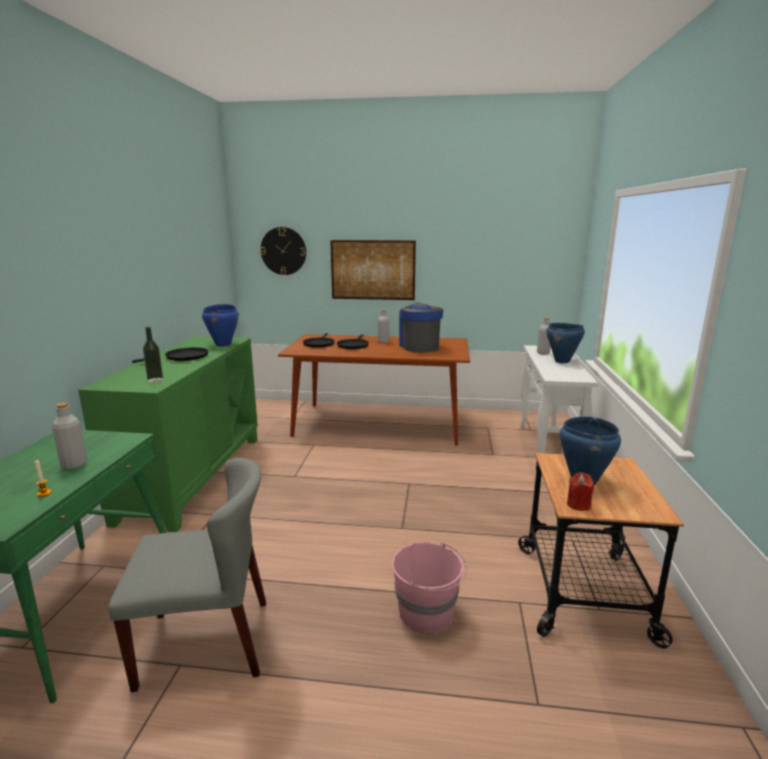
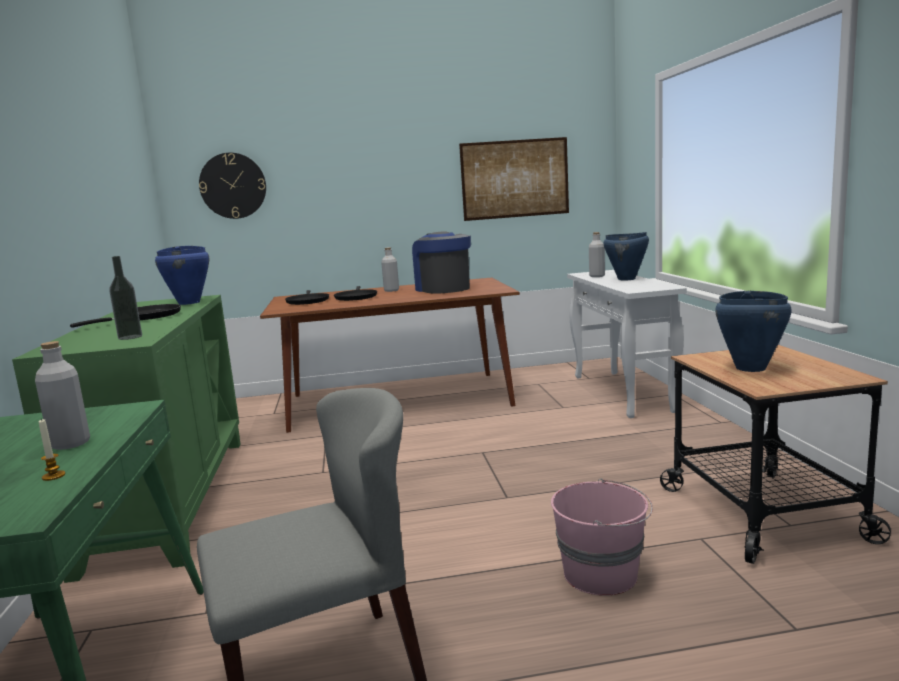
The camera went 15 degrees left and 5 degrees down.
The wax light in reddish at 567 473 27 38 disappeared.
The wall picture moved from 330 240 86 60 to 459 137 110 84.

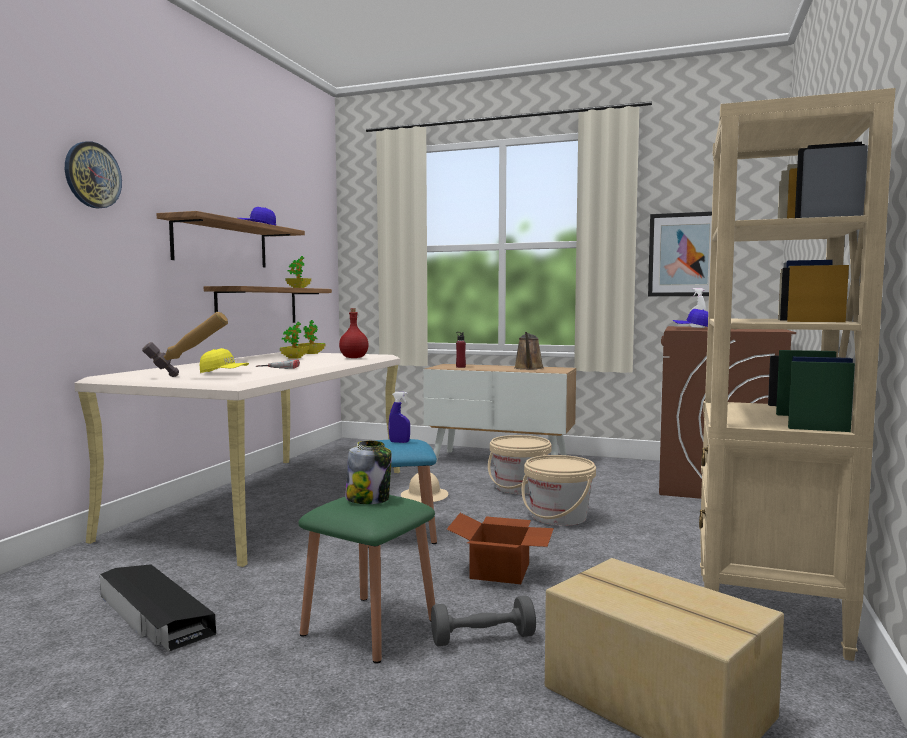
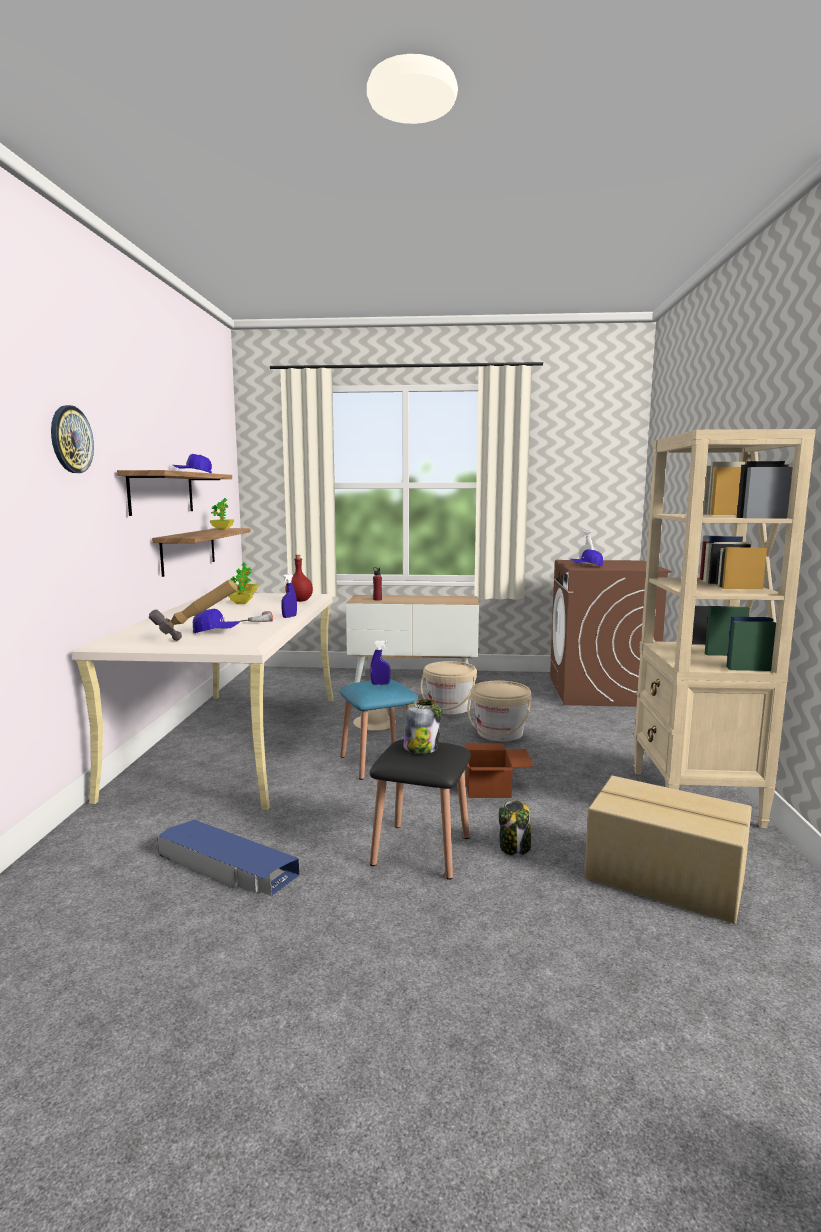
The camera went 15 degrees left and 5 degrees up.
The sprinkling can in brownish at 514 332 30 38 disappeared.
The wall picture at 648 211 64 85 disappeared.
The hand sprayer in blue-coloured at 281 574 16 44 appeared.
The free weight in greyish at 431 595 105 52 was replaced by the storage jar at 499 800 32 56.
The storage bin in black-coloured at 100 564 116 87 became the storage bin in blue-coloured at 158 820 141 76.
The cap in yellowish at 200 348 49 25 became the cap in blue-coloured at 193 609 47 24.
The sitting stool in greenish at 298 495 137 169 became the sitting stool in black-coloured at 370 739 101 141.

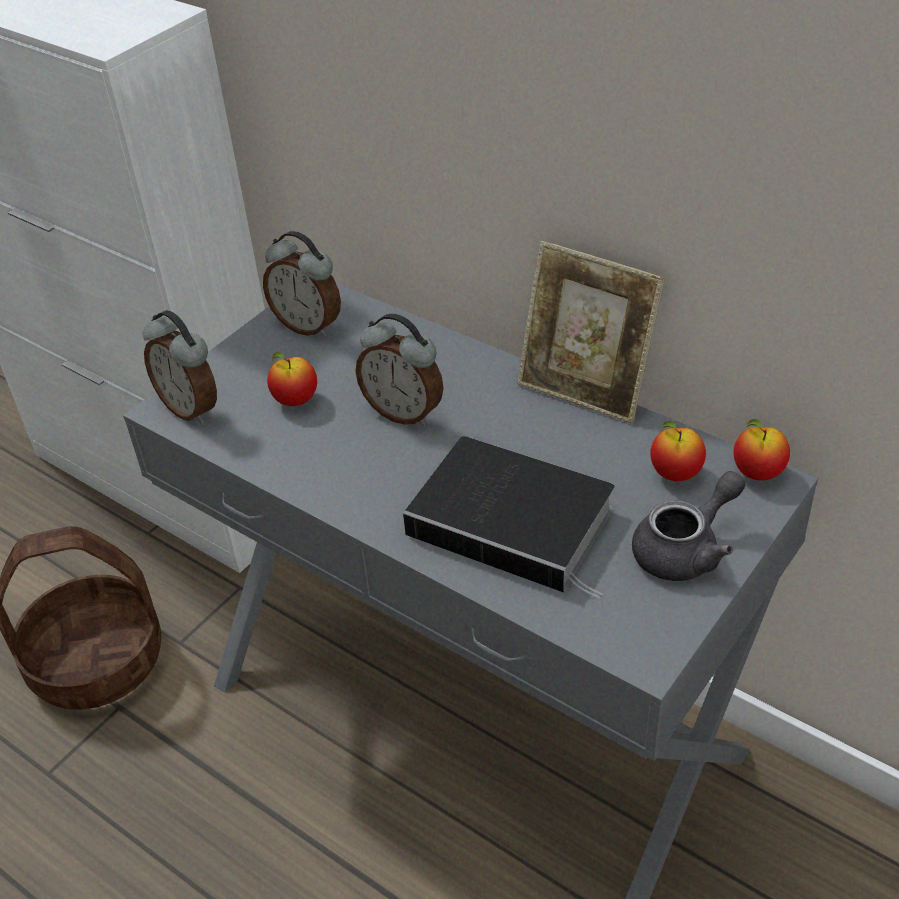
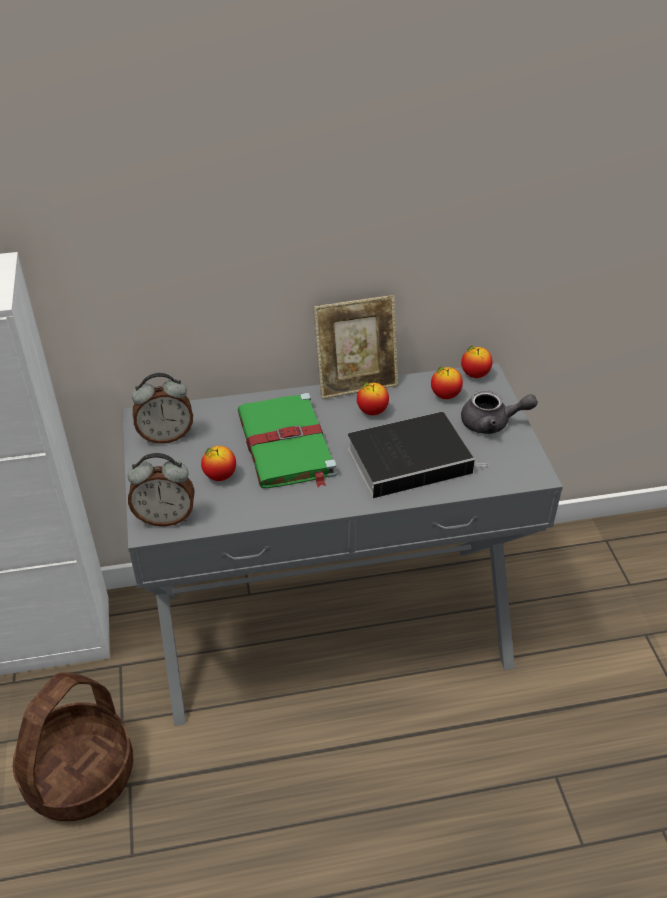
The camera went 50 degrees left and 0 degrees up.
The whole apple at 357 382 32 33 appeared.
The table clock at 356 313 88 113 was replaced by the volume in greenish at 237 393 100 95.
The pot for tea in greyish at 632 471 113 110 turned 90 degrees clockwise.

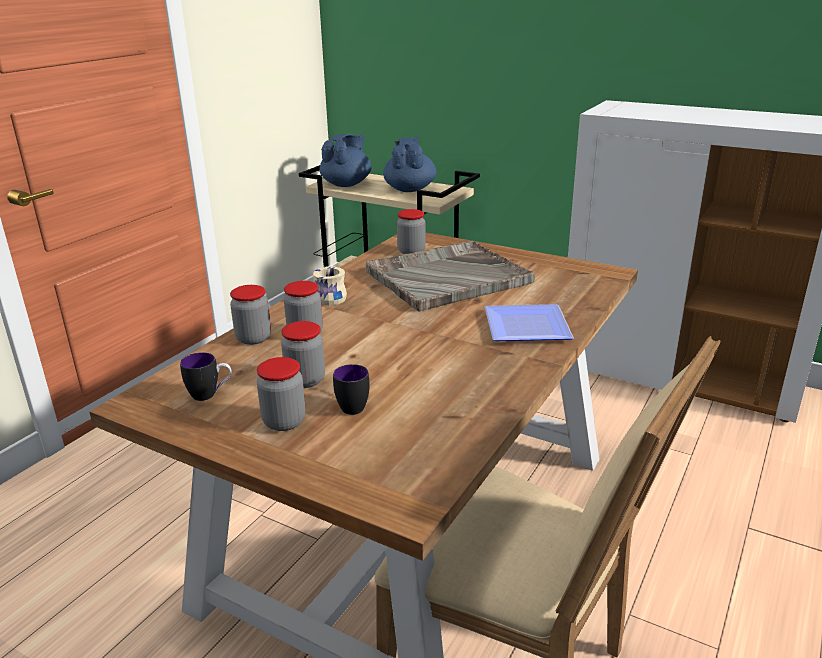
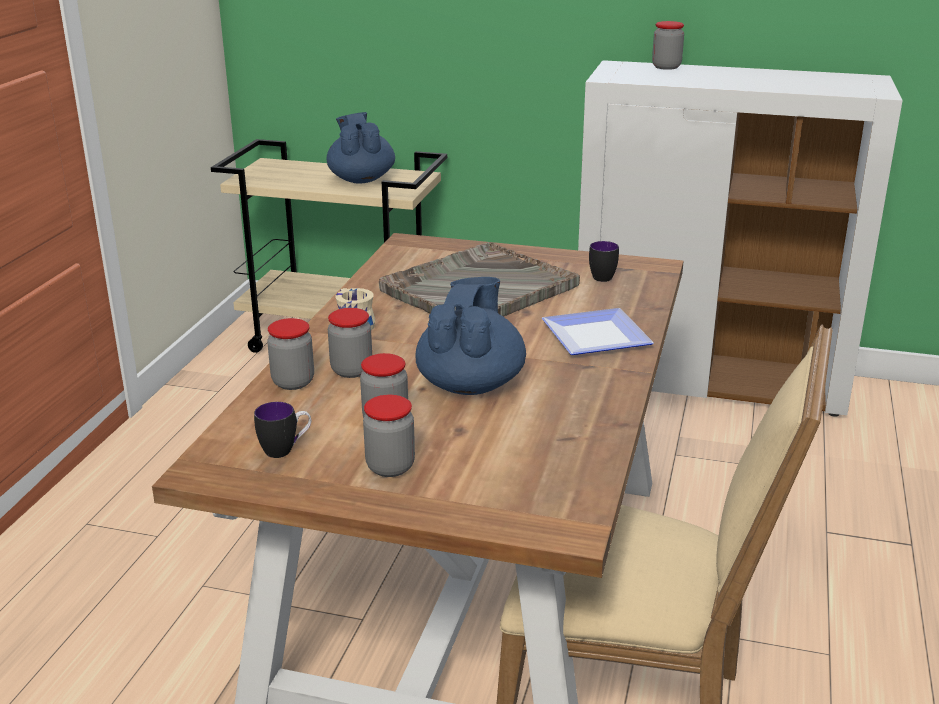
The camera went 15 degrees left and 0 degrees up.
The pot for tea in blue-coloured moved from 320 134 51 53 to 416 277 110 118.
The tea mug moved from 333 364 37 51 to 589 241 30 41.
The storage jar moved from 397 209 29 45 to 652 21 32 49.

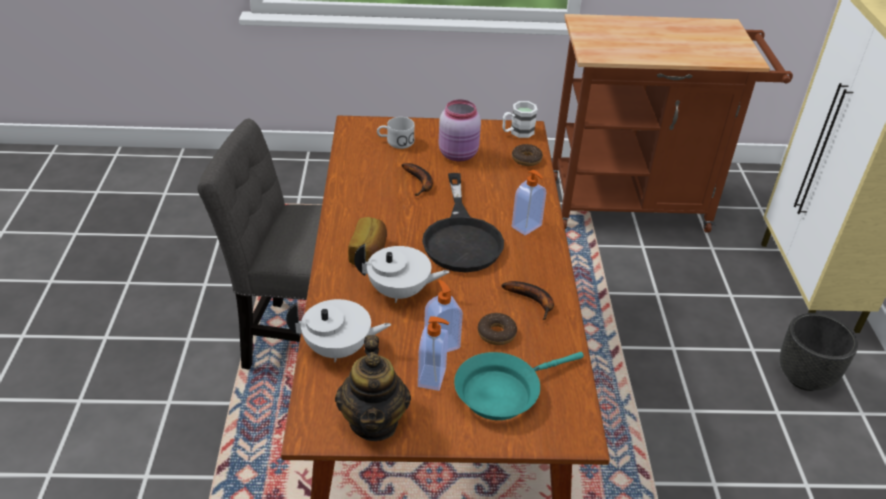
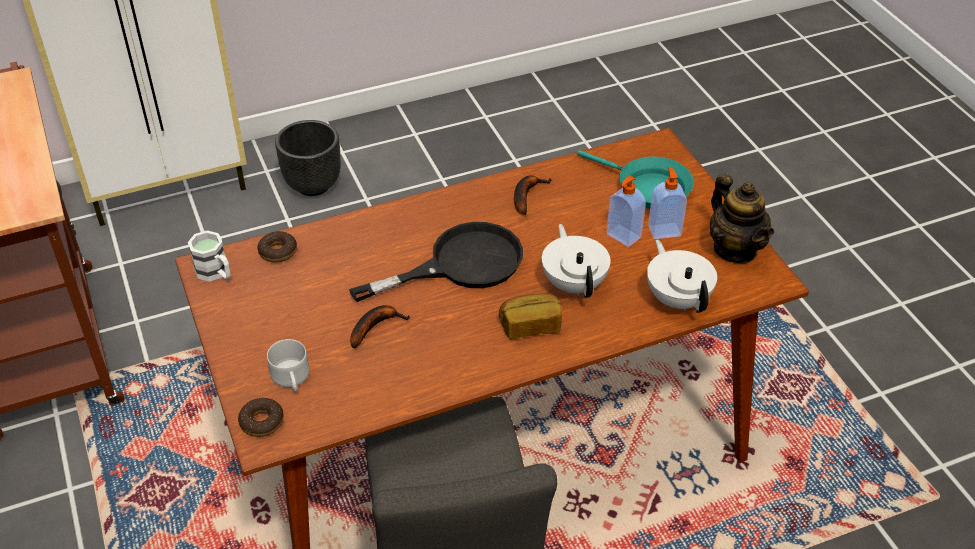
The camera went 110 degrees left and 5 degrees up.
The storage jar in pink at 438 100 43 61 disappeared.
The liquid soap bottle at 512 170 34 65 disappeared.
The ring doughnut moved from 478 313 39 32 to 238 398 46 39.
The pot for tea at 335 335 76 106 turned 90 degrees clockwise.

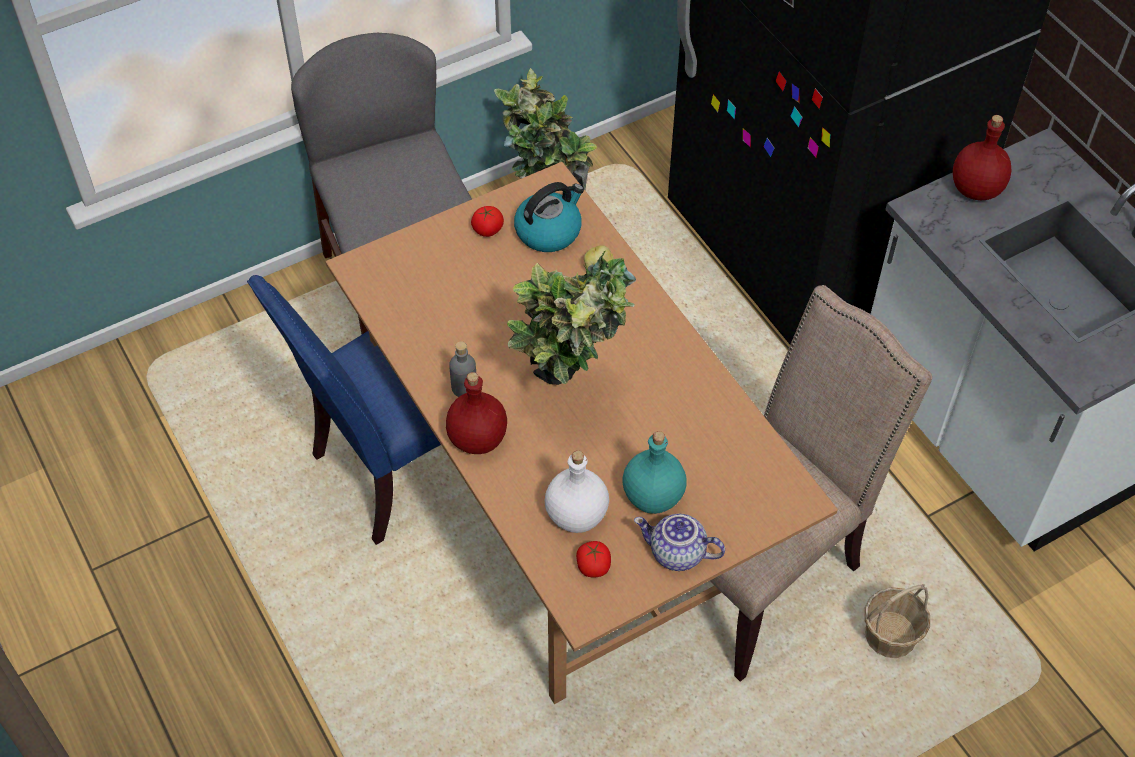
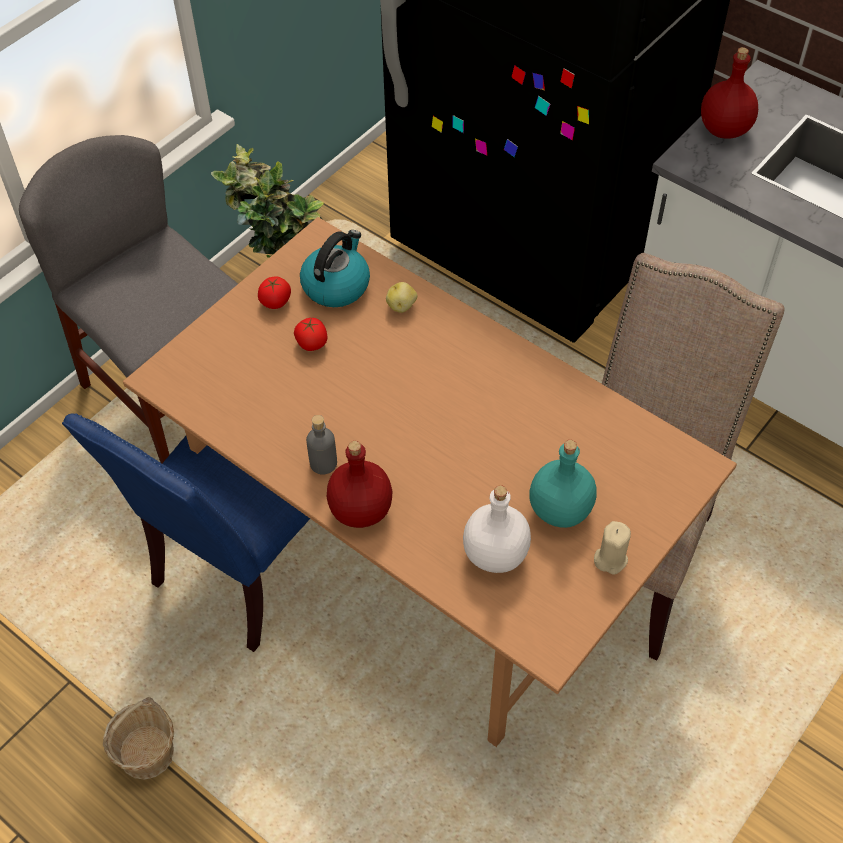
The camera went 20 degrees left and 0 degrees up.
The houseplant at 507 251 129 134 disappeared.
The tomato moved from 576 541 35 37 to 294 317 33 34.
The household basket moved from 864 584 66 74 to 103 697 71 83.
The pot for tea at 634 514 91 57 was replaced by the wax light in beige at 594 521 37 54.

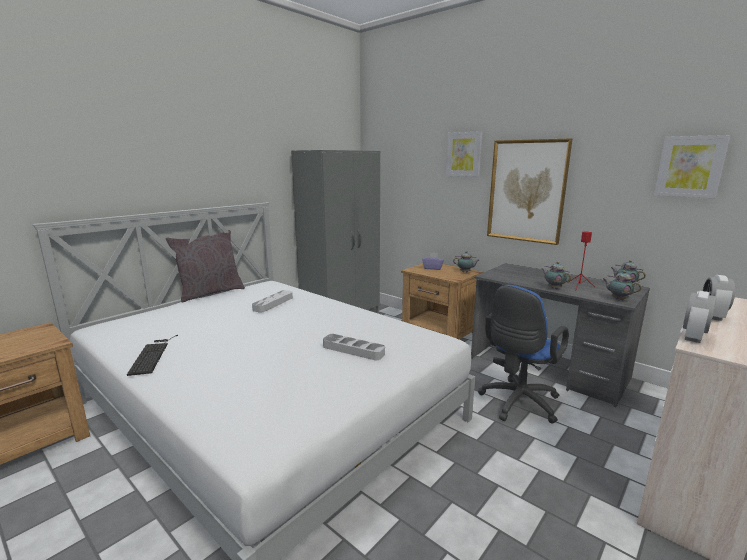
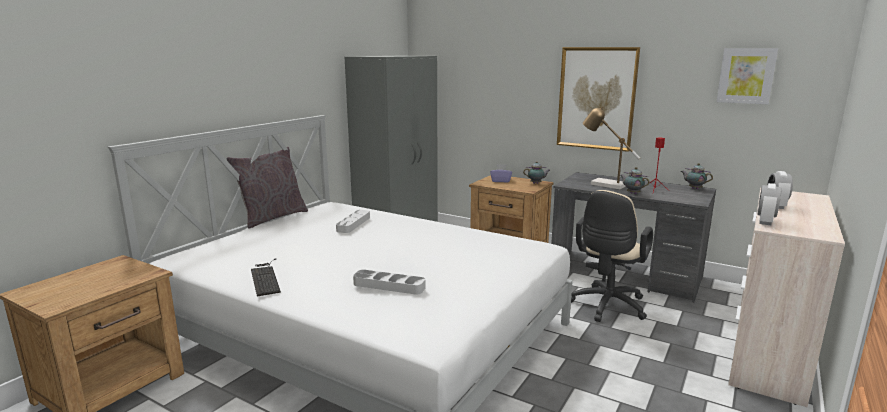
The camera went 10 degrees left and 0 degrees up.
The wall picture at 446 131 36 46 disappeared.
The pot for tea at 603 271 39 30 disappeared.
The lamp for a table at 583 107 57 82 appeared.
The tray in greyish moved from 323 334 62 26 to 353 269 72 26.
The computer chair in blue-coloured at 478 285 91 138 became the computer chair in beige at 571 190 82 132.

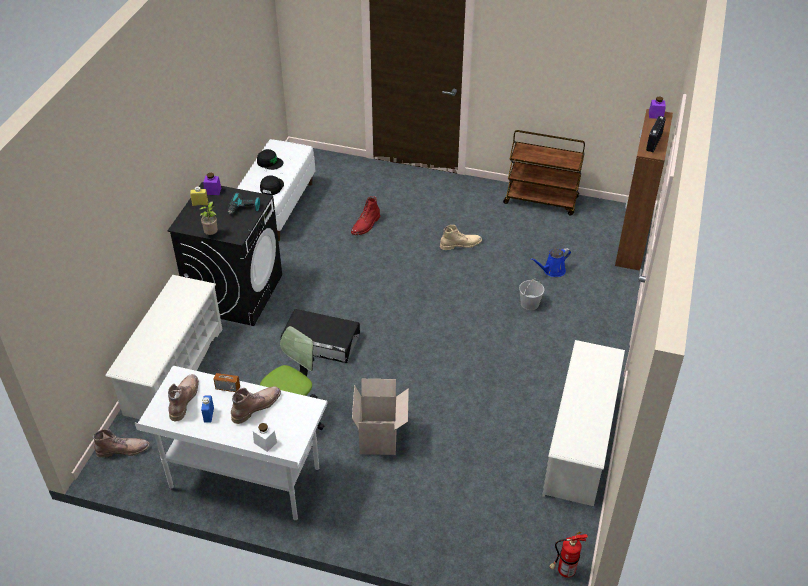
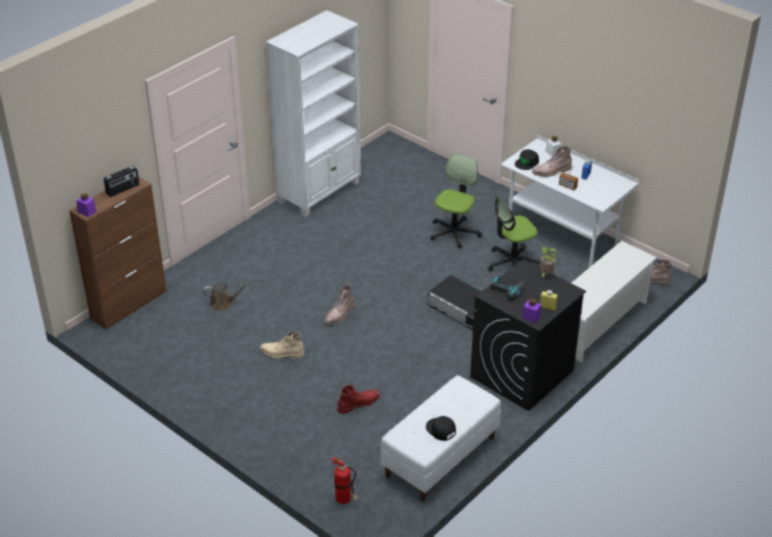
The camera went 155 degrees left and 5 degrees down.
The wheeled cart in brownish at 503 130 82 86 disappeared.
The pail in white-coloured at 519 279 25 31 disappeared.
The boot in brownish moved from 168 374 31 47 to 324 284 31 41.
The cap in black-coloured moved from 260 175 24 20 to 515 149 24 21.
The fire extinguisher moved from 549 532 39 46 to 331 457 27 47.
The packing box at 352 379 57 76 was replaced by the computer chair at 430 153 52 96.
The shoe rack in white-coloured at 542 340 83 166 was replaced by the bookcase in white-coloured at 266 10 95 208.
The sprinkling can in blue-coloured at 531 248 40 29 became the sprinkling can in brownish at 203 282 47 29.

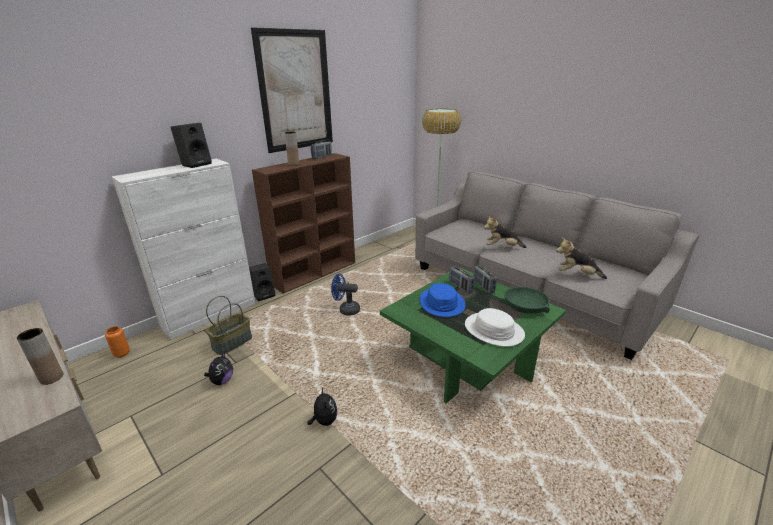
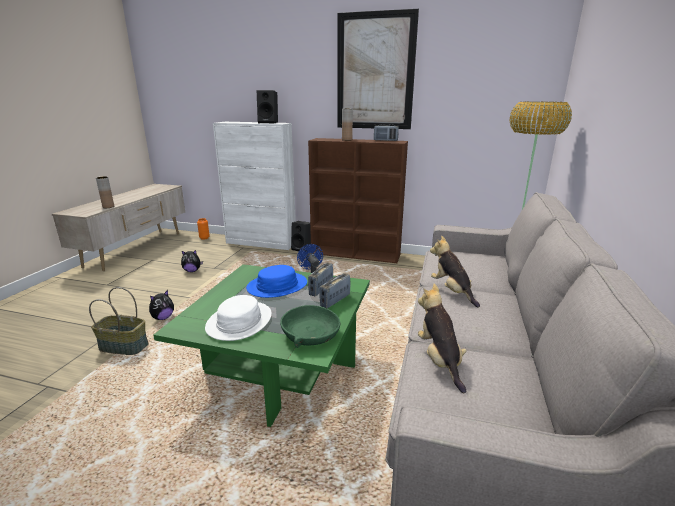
The camera went 60 degrees right and 5 degrees down.
The household basket moved from 206 296 46 59 to 89 287 60 68.

